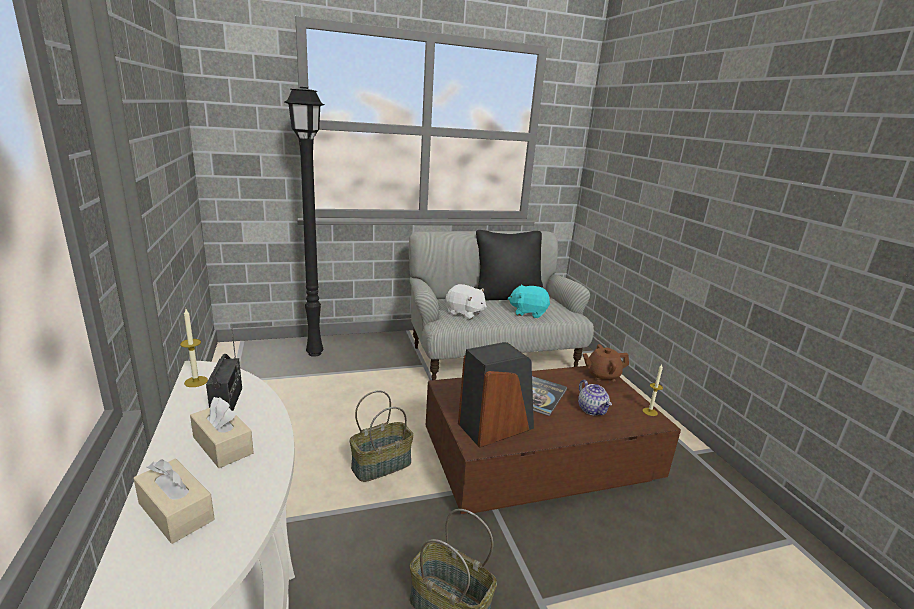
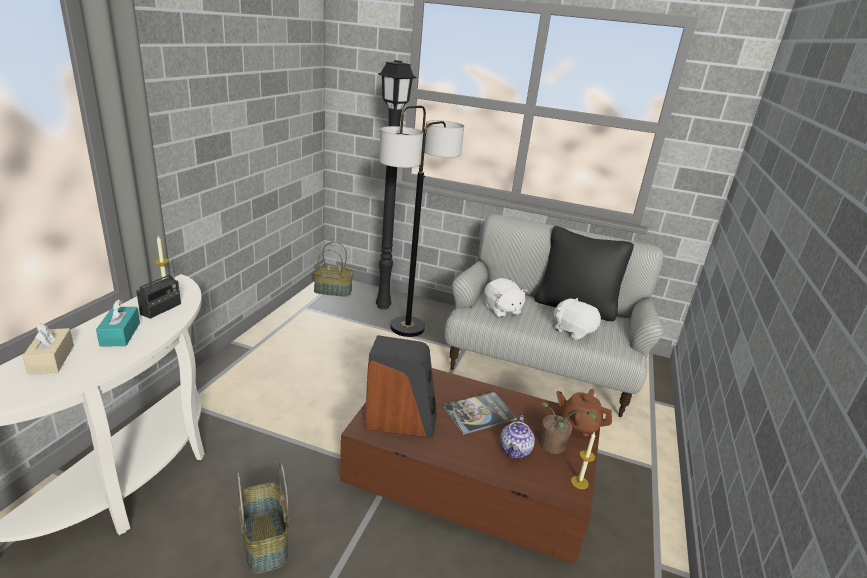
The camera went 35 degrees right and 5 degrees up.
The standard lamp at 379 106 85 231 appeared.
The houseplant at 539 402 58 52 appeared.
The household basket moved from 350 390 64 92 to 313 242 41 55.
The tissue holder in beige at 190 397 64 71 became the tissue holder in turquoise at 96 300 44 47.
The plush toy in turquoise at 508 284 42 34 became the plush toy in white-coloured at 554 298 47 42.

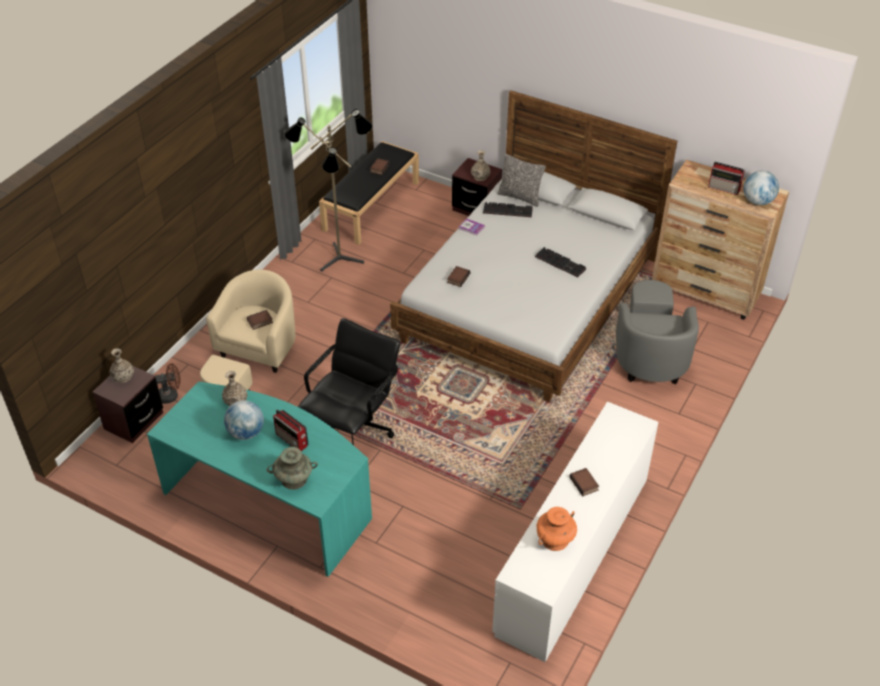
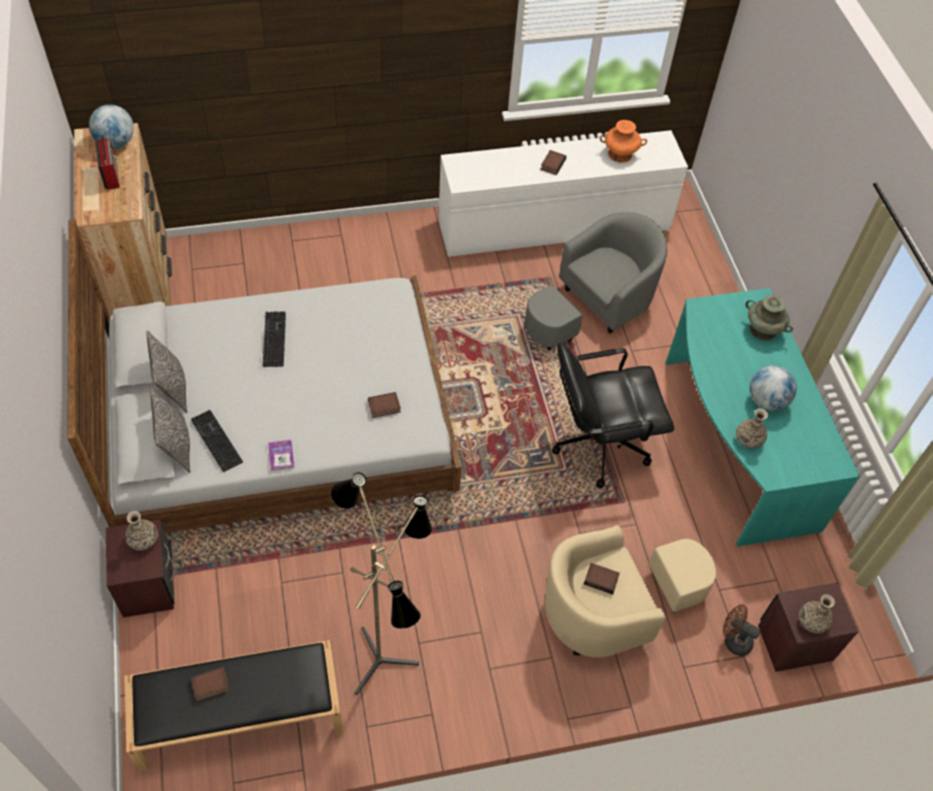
The camera went 135 degrees left and 10 degrees up.
The radio at 273 409 36 42 disappeared.
The throw pillow at 146 330 41 83 appeared.
The armchair in greyish moved from 616 280 83 105 to 525 212 142 138.

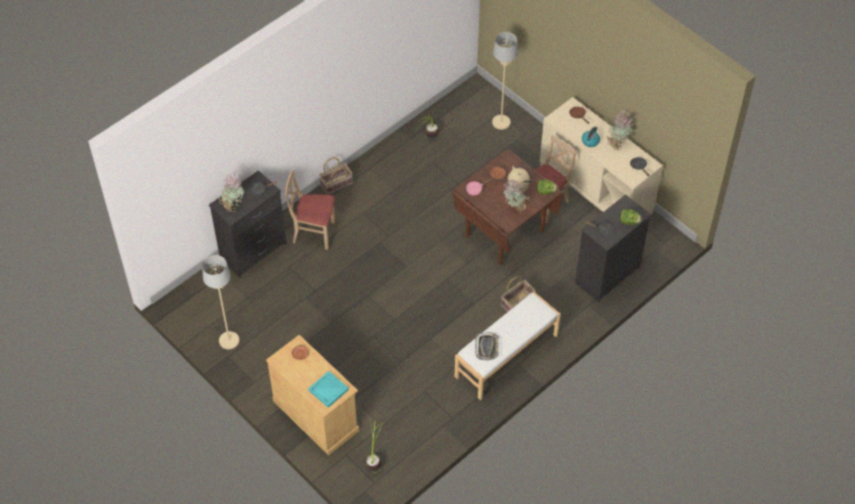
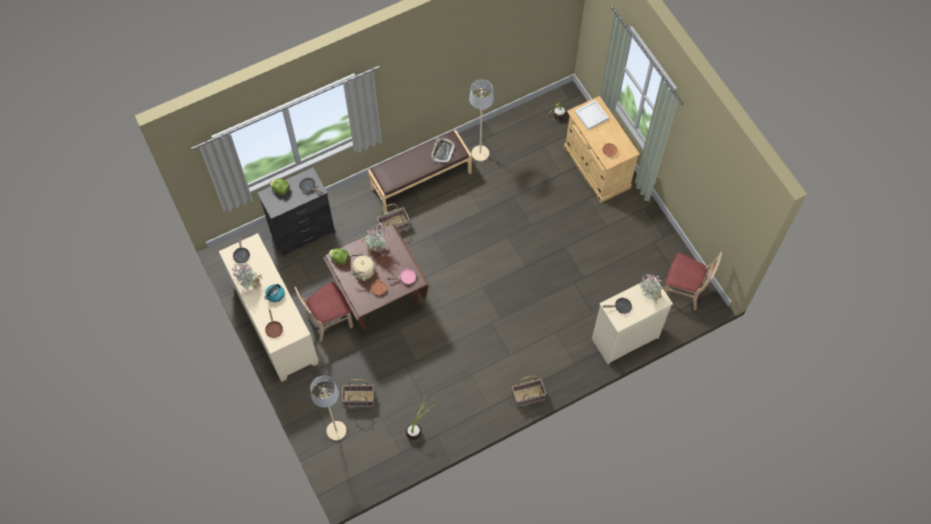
The camera went 165 degrees left and 10 degrees up.
The household basket at 342 379 32 27 appeared.
The standard lamp in beige moved from 202 255 37 94 to 469 79 25 83.
The chair in beige moved from 285 170 50 80 to 664 252 58 59.
The chest of drawers in black-coloured at 209 170 78 108 became the chest of drawers in beige at 592 279 81 86.
The tray in turquoise at 308 371 41 37 became the tray in white-coloured at 575 100 34 30.
The bench in white-coloured at 455 292 106 108 became the bench in brownish at 368 130 104 83.

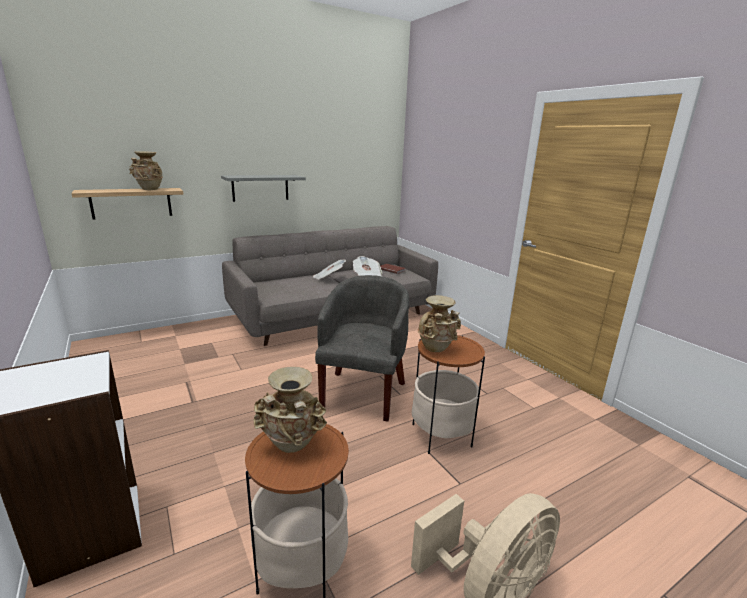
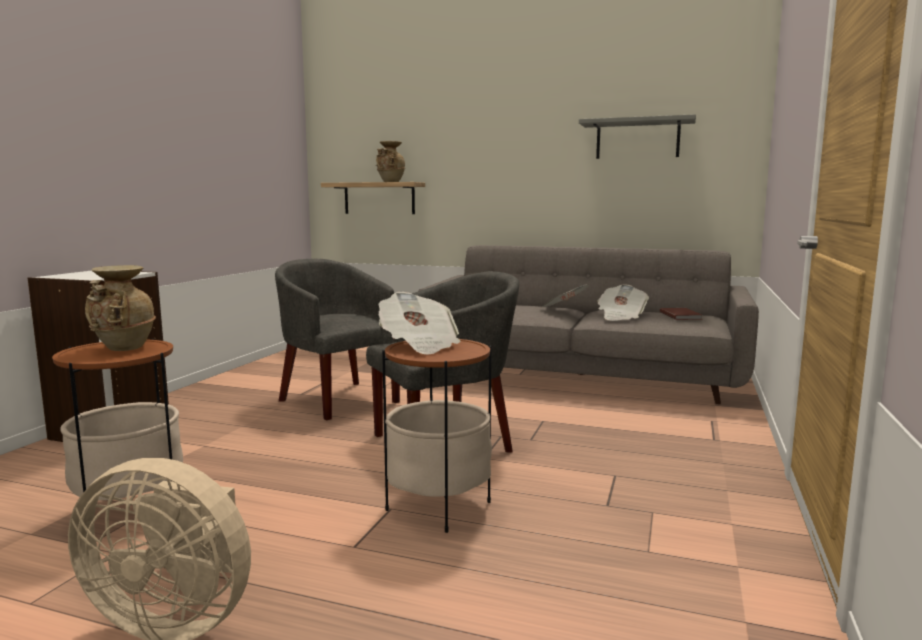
The camera went 50 degrees right and 10 degrees down.
The armchair in greyish at 275 259 125 161 appeared.
The bracket shelf in greyish moved from 221 175 85 27 to 579 114 117 45.
The vase in beige at 418 295 43 57 was replaced by the daily paper at 378 292 83 63.

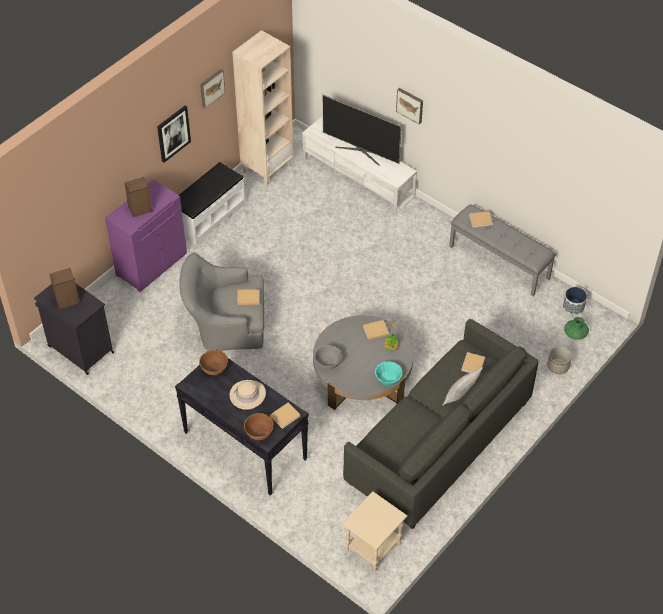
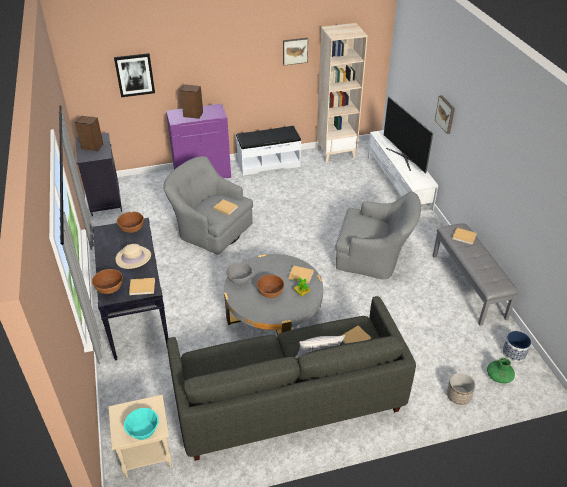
The camera went 35 degrees right and 10 degrees down.
The deep dish in brownish at 257 275 27 23 appeared.
The armchair in greyish at 335 191 86 88 appeared.
The wall picture moved from 157 106 34 57 to 114 53 41 44.
The deep dish in turquoise moved from 375 361 27 25 to 124 408 35 32.

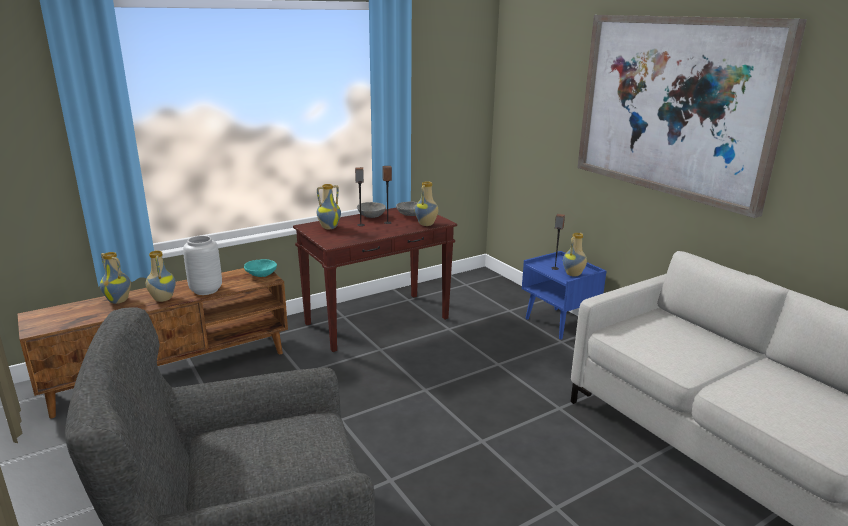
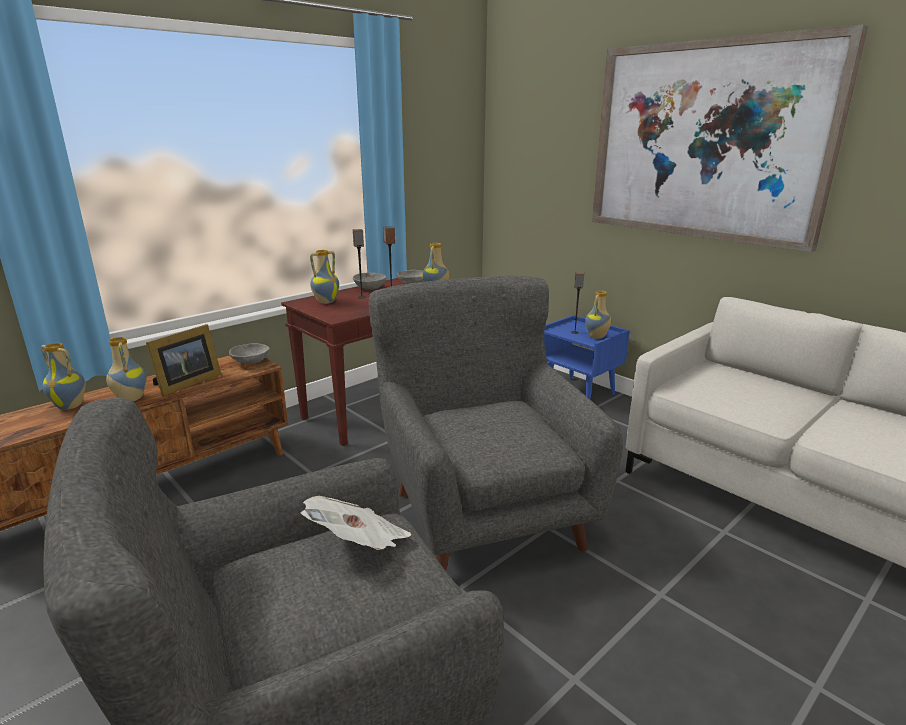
The camera went 10 degrees left and 0 degrees up.
The daily paper at 300 496 111 54 appeared.
The armchair in greyish at 369 276 254 295 appeared.
The vase in greyish at 183 236 39 59 was replaced by the picture frame at 146 324 75 73.
The deep dish in turquoise at 244 259 33 18 became the deep dish in greyish at 229 343 41 21.

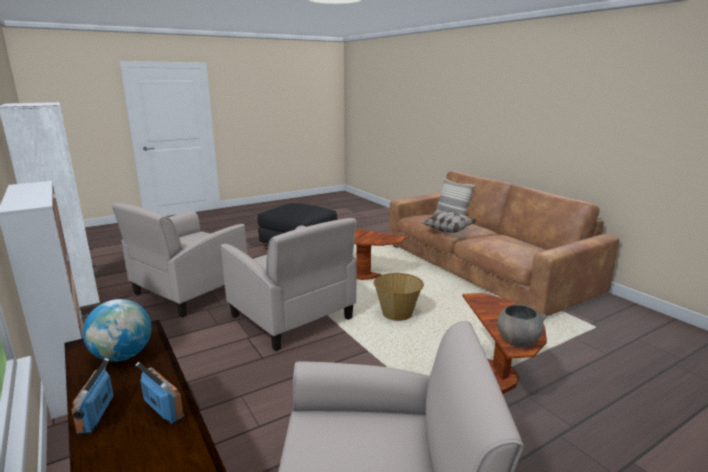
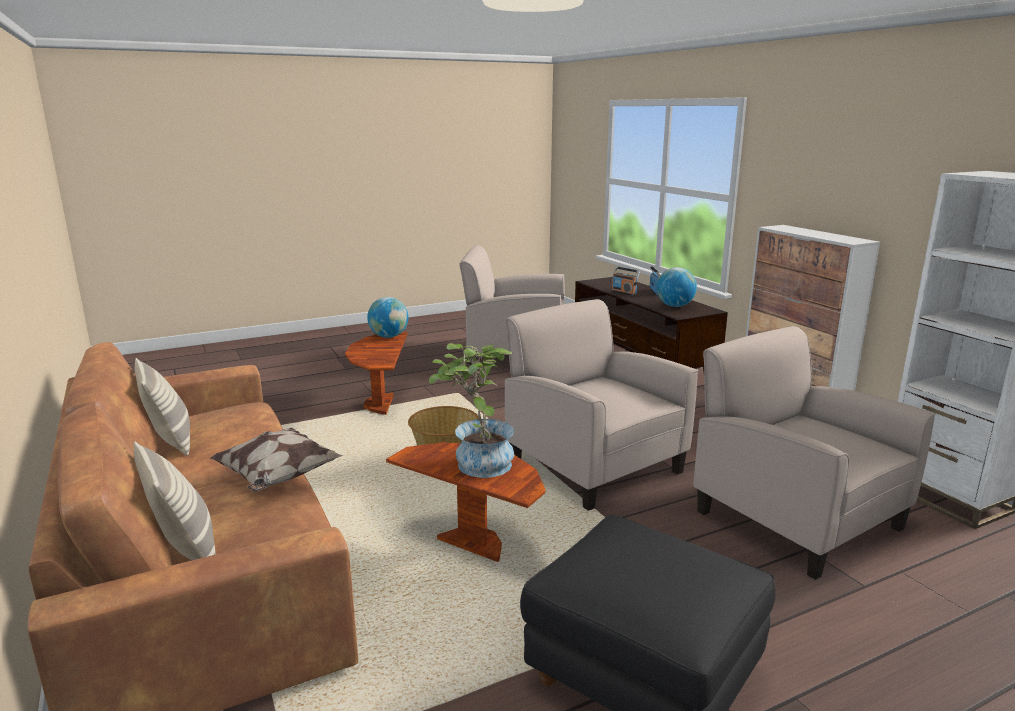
The camera went 175 degrees left and 0 degrees up.
The throw pillow at 135 358 55 98 appeared.
The houseplant at 429 343 85 135 appeared.
The deep dish in greyish at 497 305 50 42 was replaced by the world globe at 367 297 41 41.
The armchair in beige at 112 203 135 115 turned 75 degrees counterclockwise.

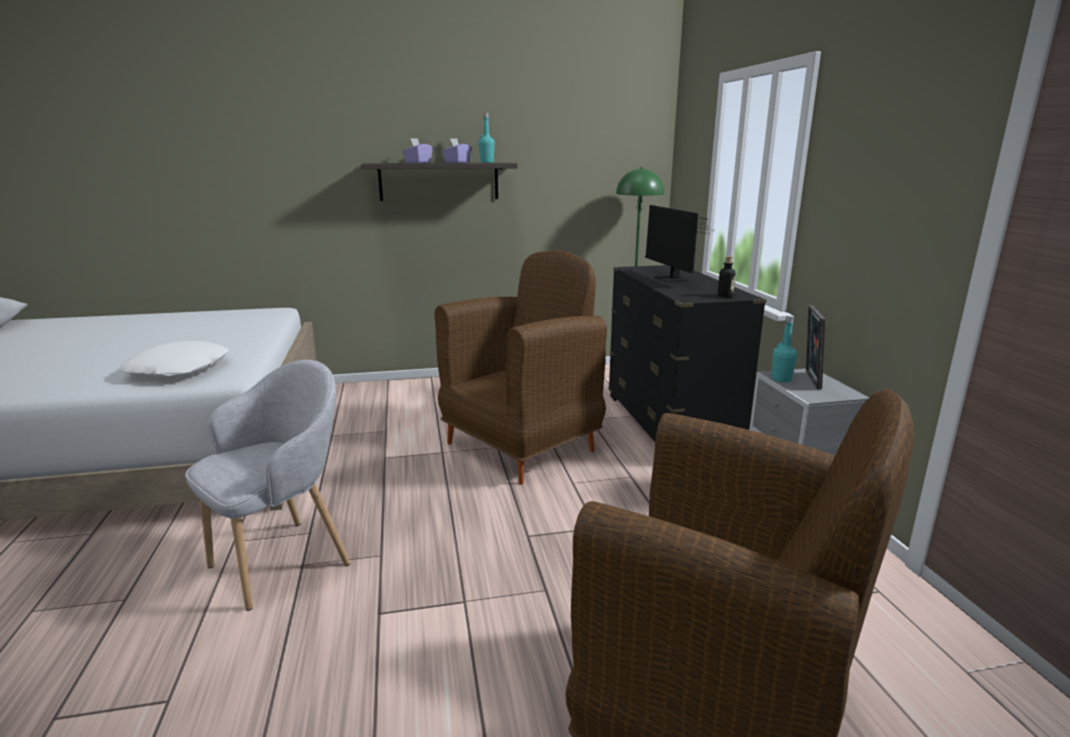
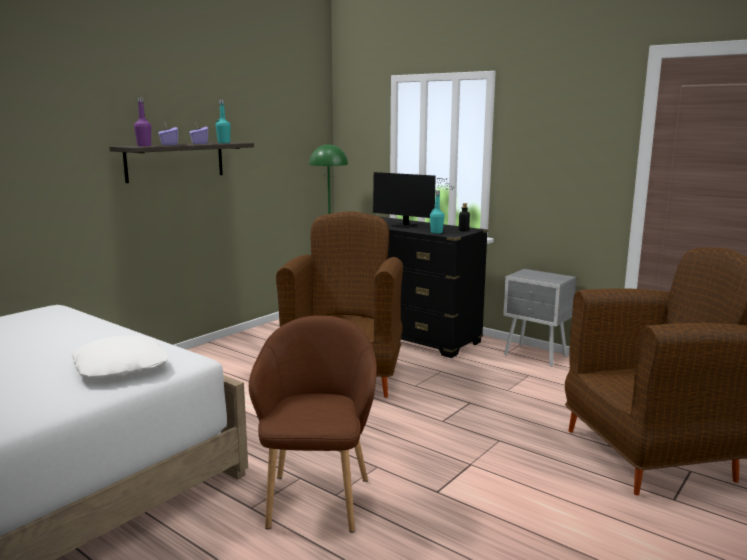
The camera went 40 degrees left and 5 degrees down.
The picture frame at 806 306 19 83 disappeared.
The drink bottle in purple-coloured at 134 97 17 49 appeared.
The drink bottle in turquoise moved from 772 315 25 67 to 430 190 14 44.
The armchair in greyish at 185 360 166 251 became the armchair in brownish at 249 315 128 218.

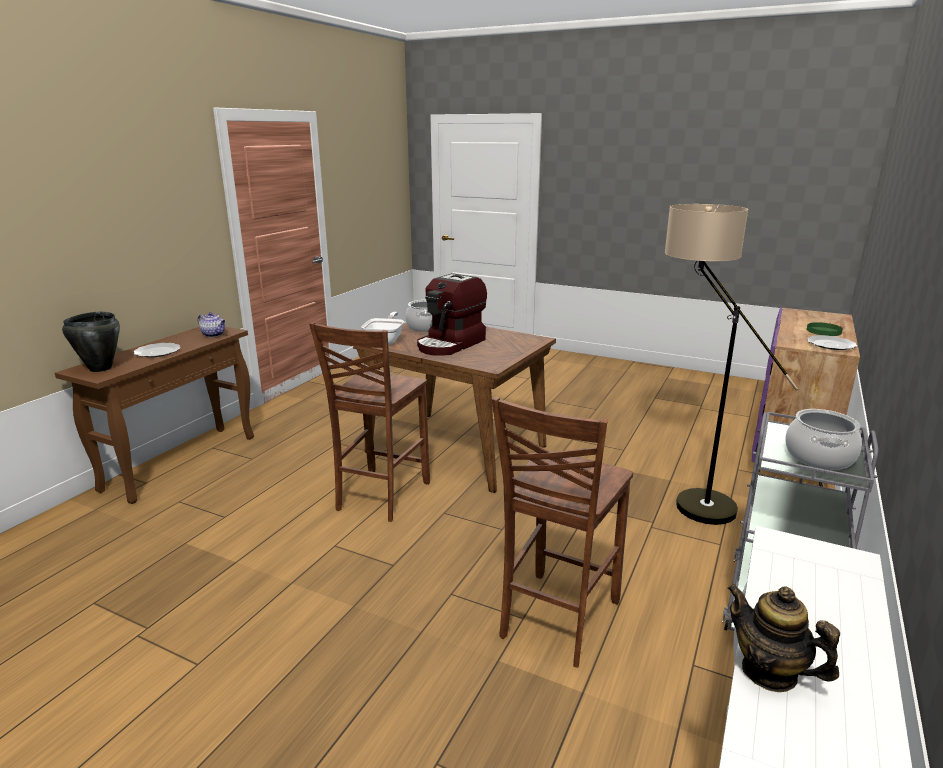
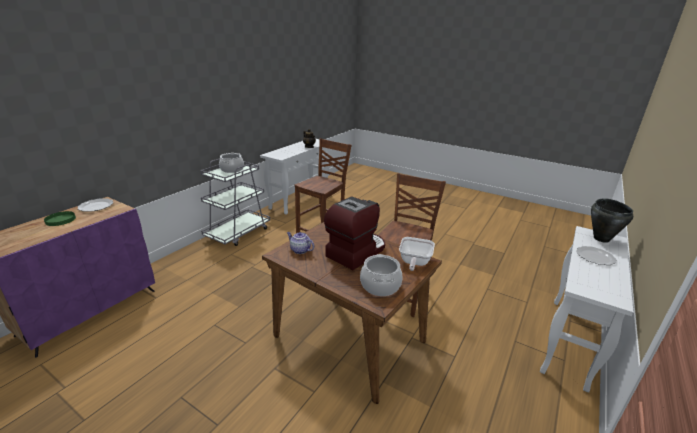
The camera went 175 degrees left and 5 degrees up.
The standard lamp at 665 204 133 321 disappeared.
The pot for tea moved from 198 312 28 25 to 287 232 27 22.
The hall table in brownish at 55 327 199 177 became the hall table in white-coloured at 540 226 93 166.

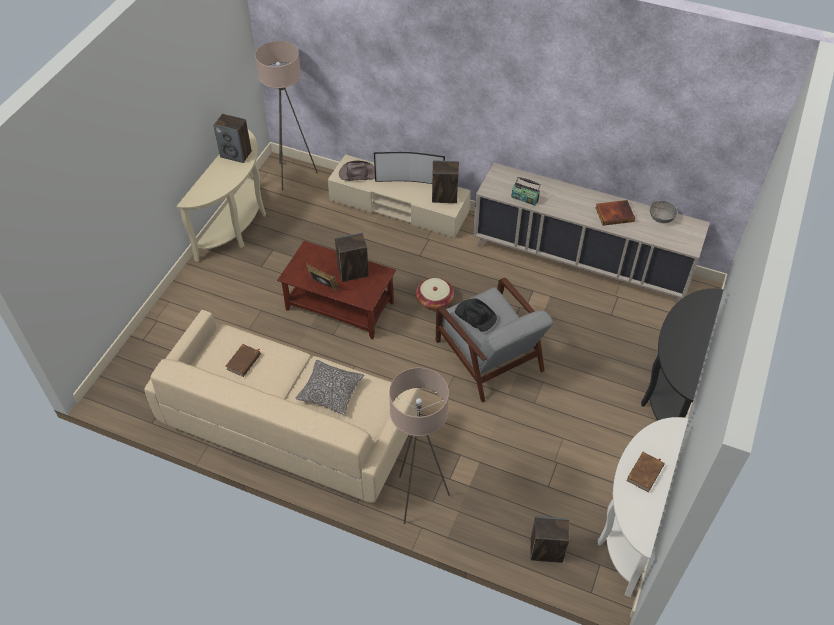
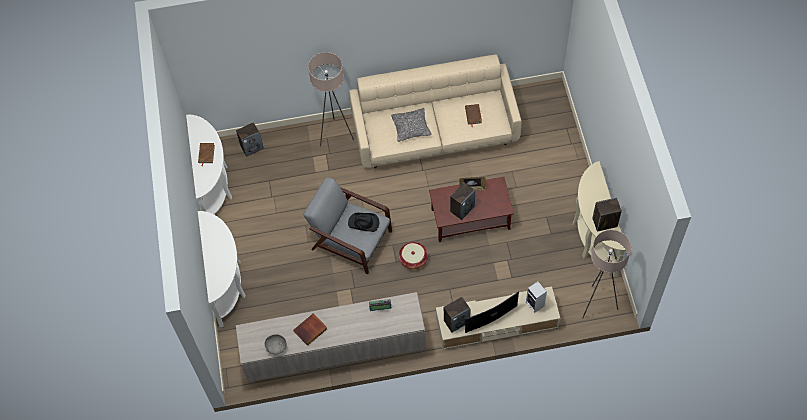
The camera went 150 degrees right and 10 degrees up.
The hat in brownish at 339 161 36 20 was replaced by the audio speaker at 526 281 21 32.
The hall table in black-coloured at 641 288 82 132 became the hall table in white-coloured at 198 211 48 116.

